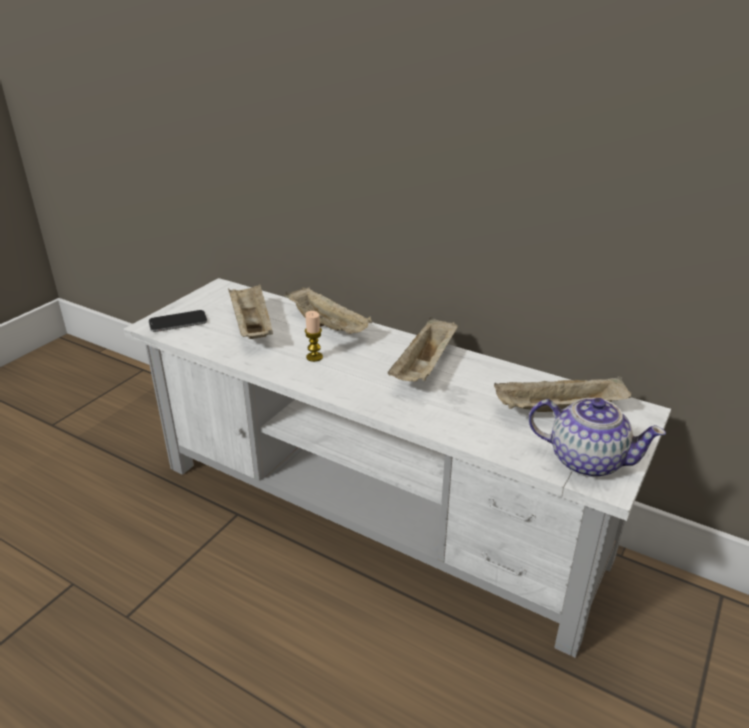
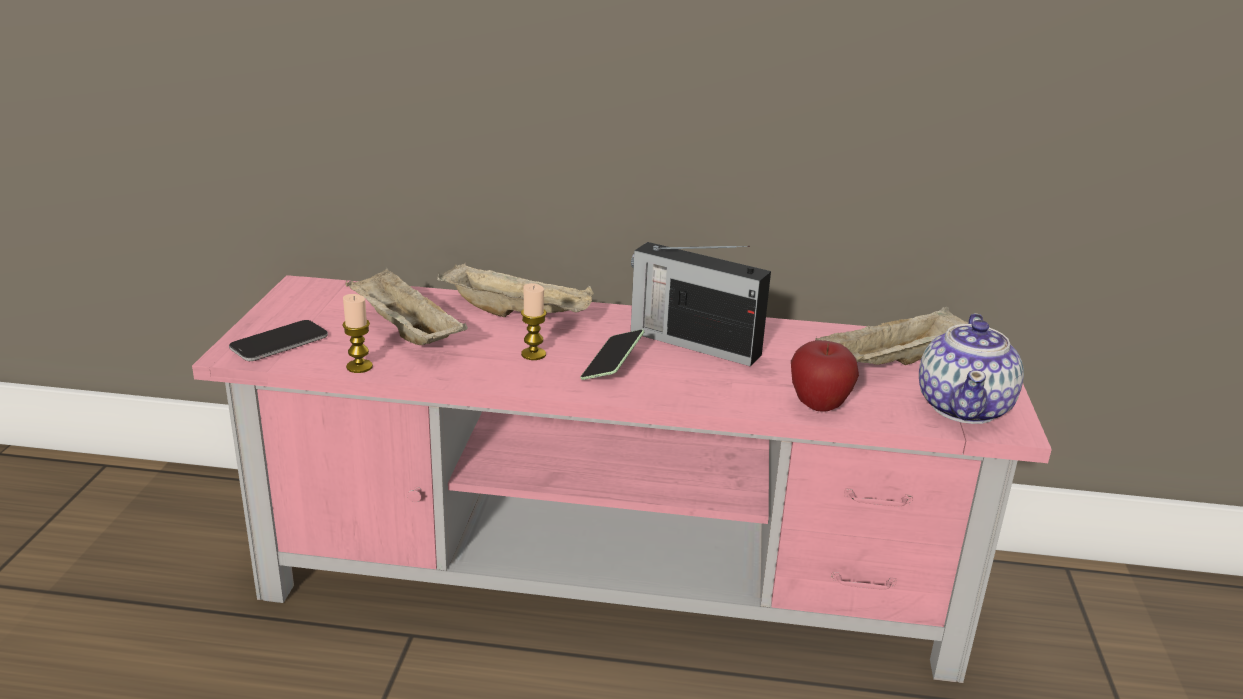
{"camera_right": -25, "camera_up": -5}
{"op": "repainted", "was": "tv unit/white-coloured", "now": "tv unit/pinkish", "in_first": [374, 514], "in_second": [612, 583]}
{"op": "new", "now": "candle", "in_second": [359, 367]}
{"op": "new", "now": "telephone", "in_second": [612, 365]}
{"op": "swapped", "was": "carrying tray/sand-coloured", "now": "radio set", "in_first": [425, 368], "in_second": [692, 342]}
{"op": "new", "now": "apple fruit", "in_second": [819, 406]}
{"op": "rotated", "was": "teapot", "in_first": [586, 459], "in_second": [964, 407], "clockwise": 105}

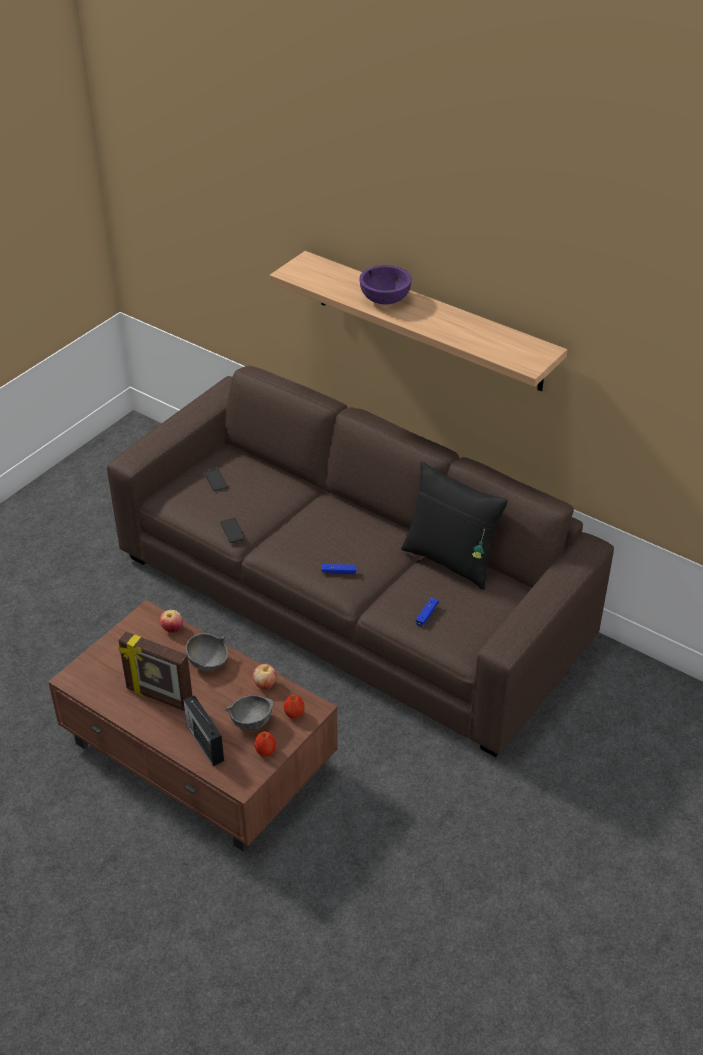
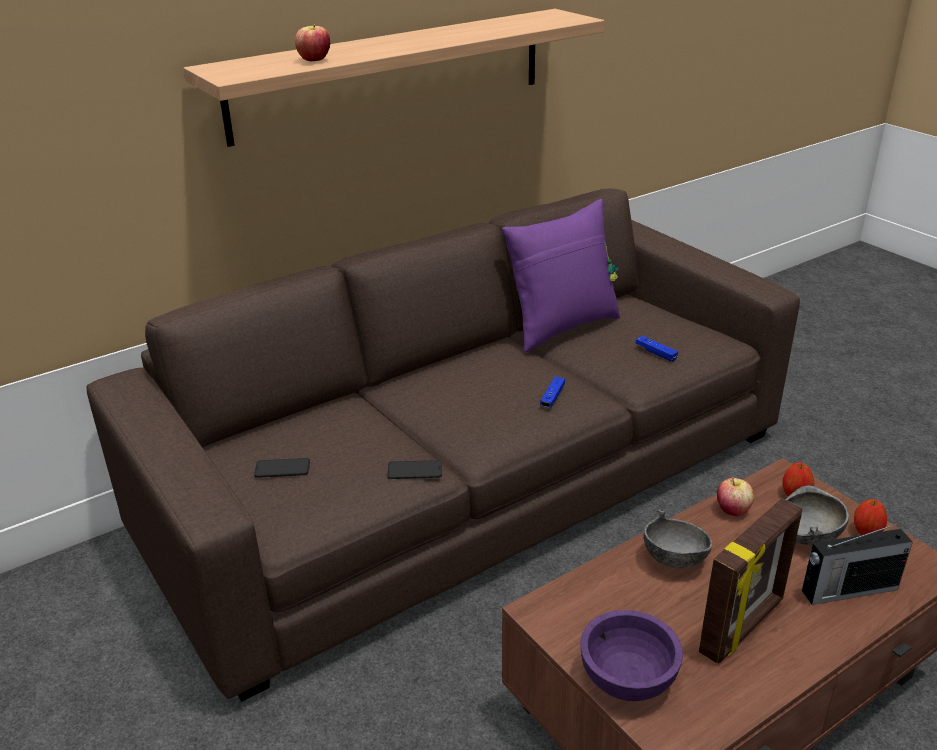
{"camera_right": -70, "camera_up": -10}
{"op": "shifted", "was": "apple fruit", "in_first": [172, 629], "in_second": [314, 60]}
{"op": "repainted", "was": "pillow/black-coloured", "now": "pillow/purple-coloured", "in_first": [449, 561], "in_second": [562, 328]}
{"op": "shifted", "was": "bowl/purple-coloured", "in_first": [385, 299], "in_second": [627, 678]}

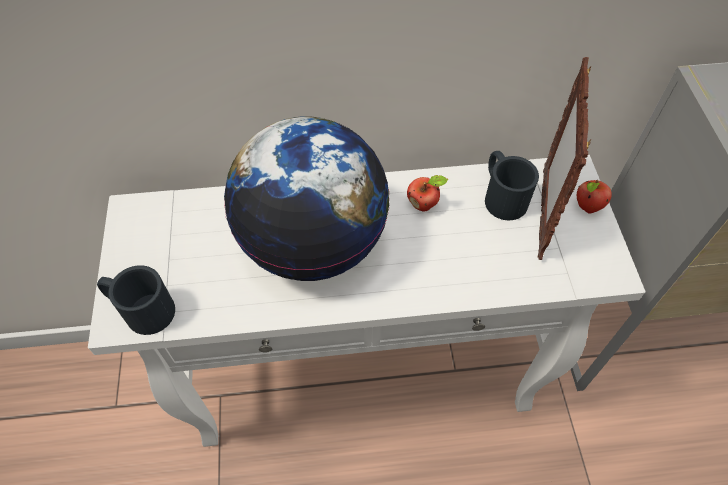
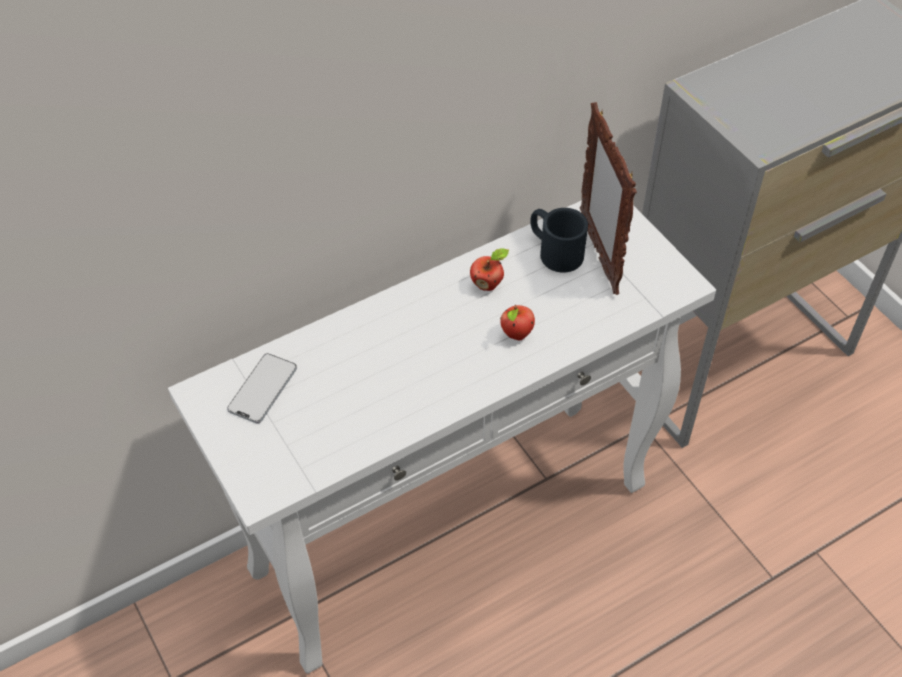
{"camera_right": -25, "camera_up": -5}
{"op": "new", "now": "telephone", "in_second": [262, 389]}
{"op": "shifted", "was": "apple fruit", "in_first": [587, 208], "in_second": [516, 335]}
{"op": "gone", "was": "mug/black-coloured", "in_first": [141, 309]}
{"op": "gone", "was": "world globe", "in_first": [313, 243]}

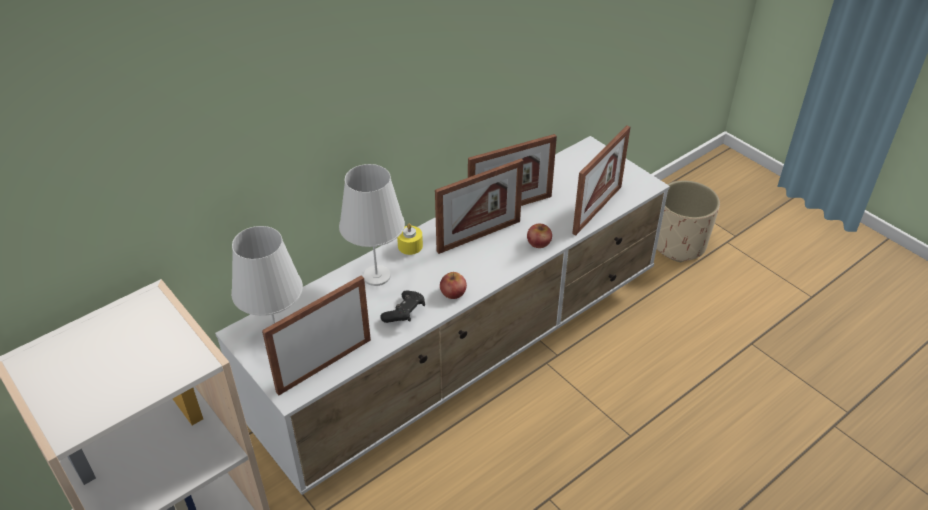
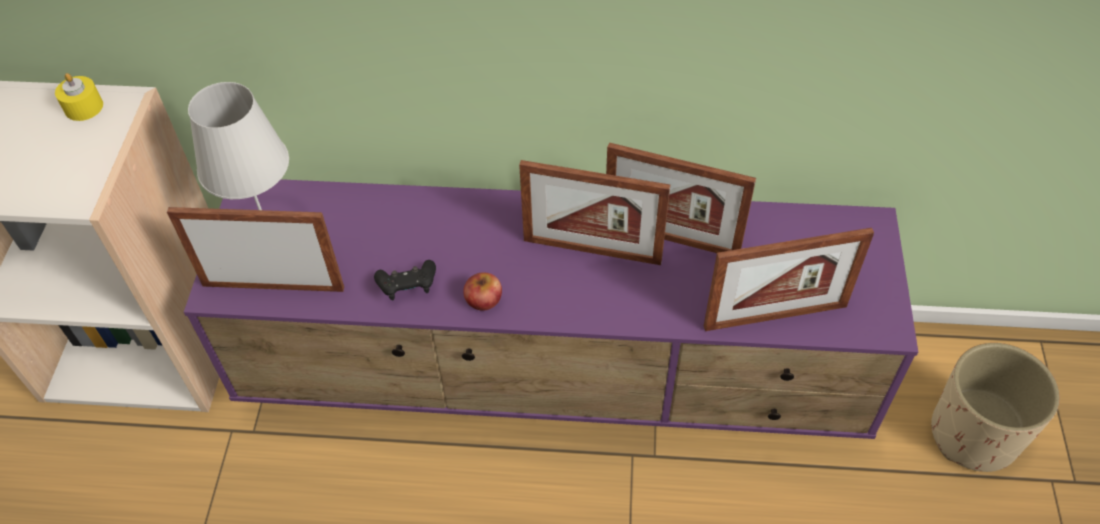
{"camera_right": 45, "camera_up": 10}
{"op": "shifted", "was": "candle/yellow", "in_first": [410, 246], "in_second": [84, 107]}
{"op": "repainted", "was": "tv unit/white-coloured", "now": "tv unit/purple-coloured", "in_first": [465, 356], "in_second": [556, 377]}
{"op": "gone", "was": "tabletop lamp/white-coloured", "in_first": [376, 275]}
{"op": "gone", "was": "apple fruit", "in_first": [539, 242]}

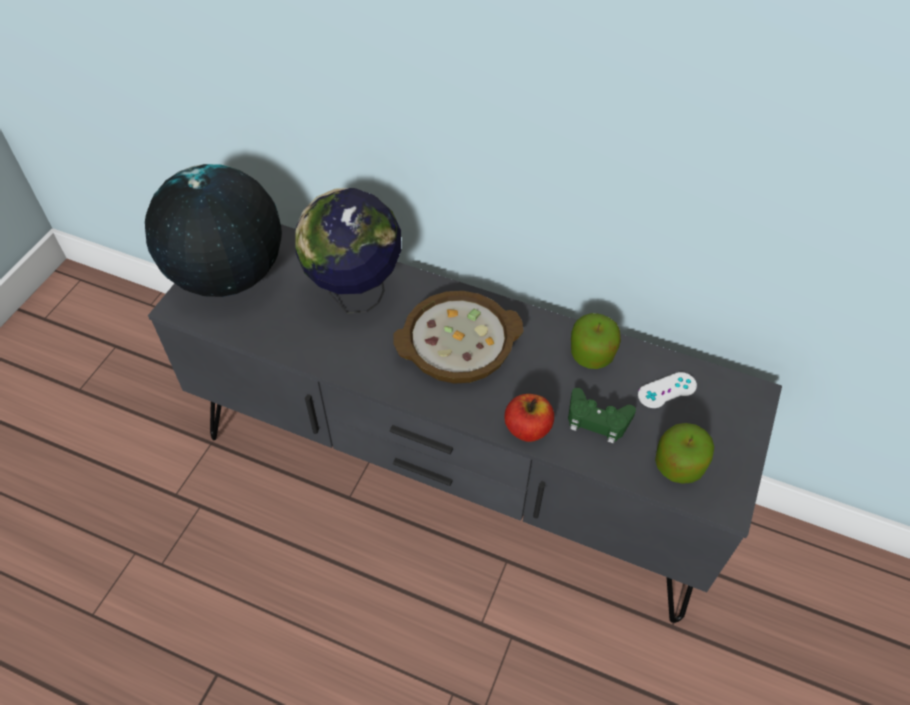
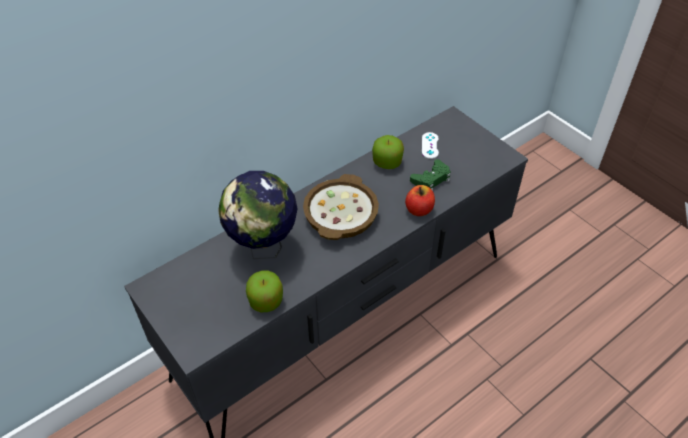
{"camera_right": -60, "camera_up": -5}
{"op": "shifted", "was": "apple fruit", "in_first": [678, 465], "in_second": [266, 301]}
{"op": "gone", "was": "world globe", "in_first": [227, 276]}

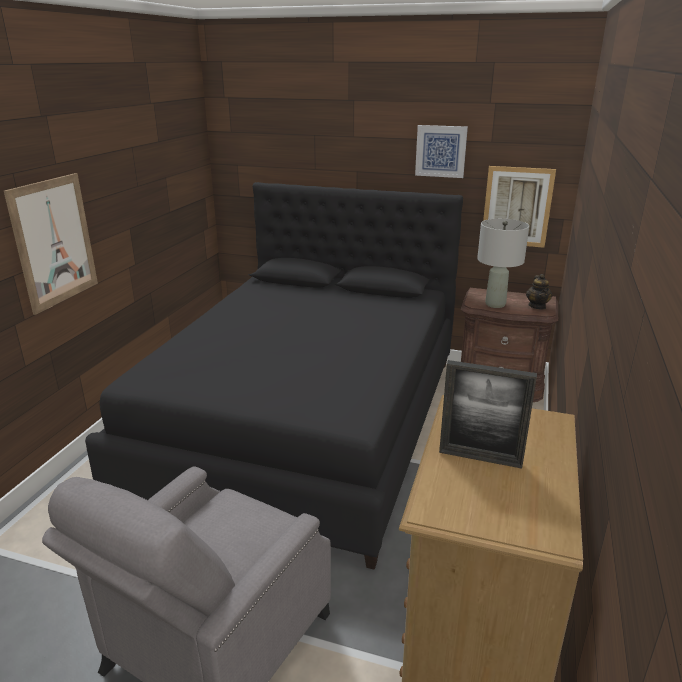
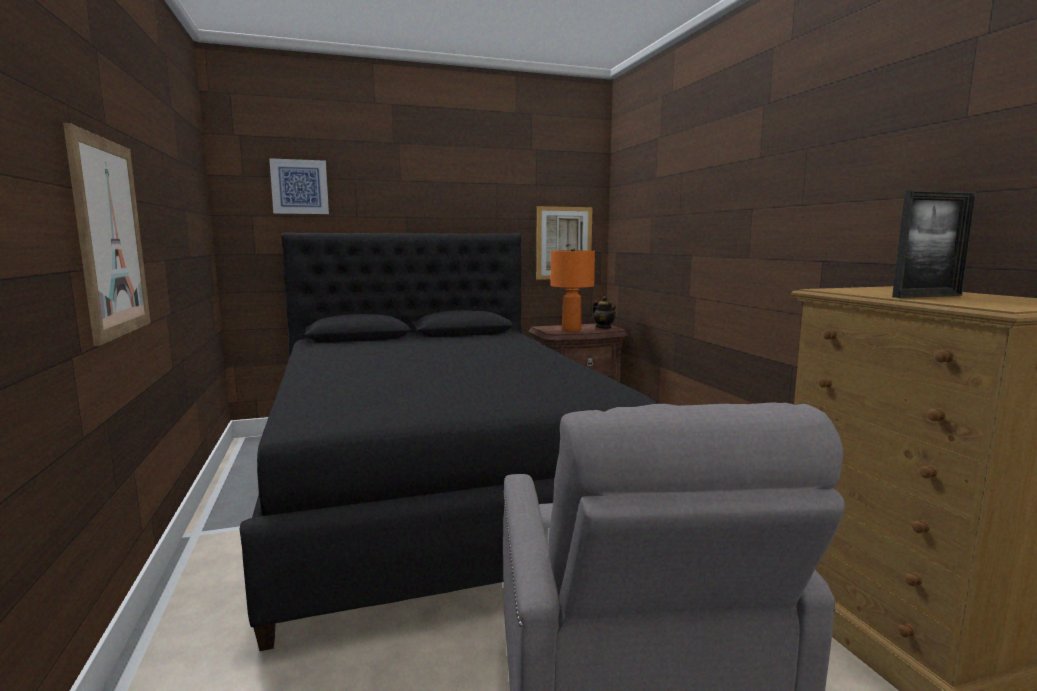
{"camera_right": -35, "camera_up": -15}
{"op": "shifted", "was": "wall picture", "in_first": [441, 151], "in_second": [300, 187]}
{"op": "repainted", "was": "tabletop lamp/grey", "now": "tabletop lamp/orangey", "in_first": [495, 304], "in_second": [571, 330]}

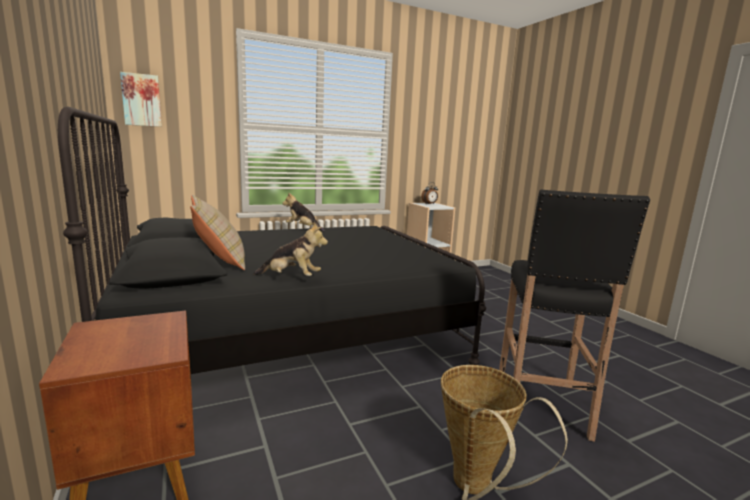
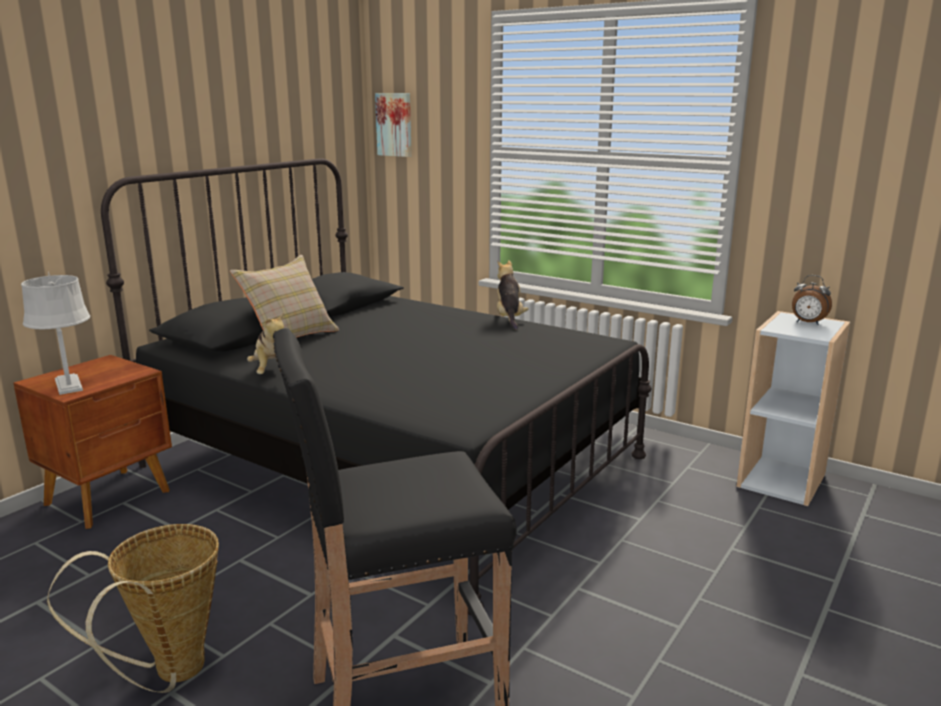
{"camera_right": 60, "camera_up": 5}
{"op": "new", "now": "tabletop lamp/grey", "in_second": [68, 385]}

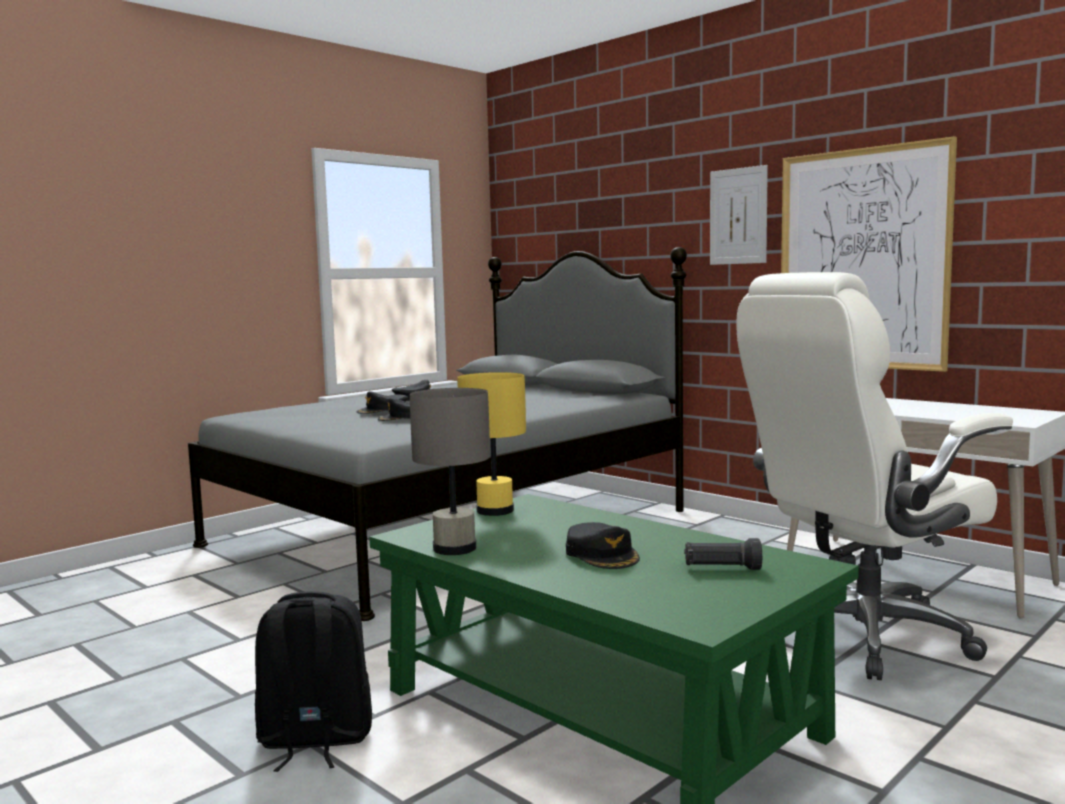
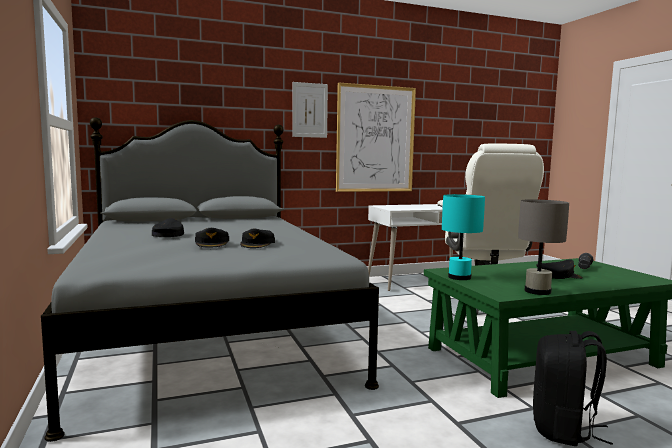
{"camera_right": -65, "camera_up": 0}
{"op": "repainted", "was": "tabletop lamp/yellow", "now": "tabletop lamp/blue-green", "in_first": [494, 511], "in_second": [460, 277]}

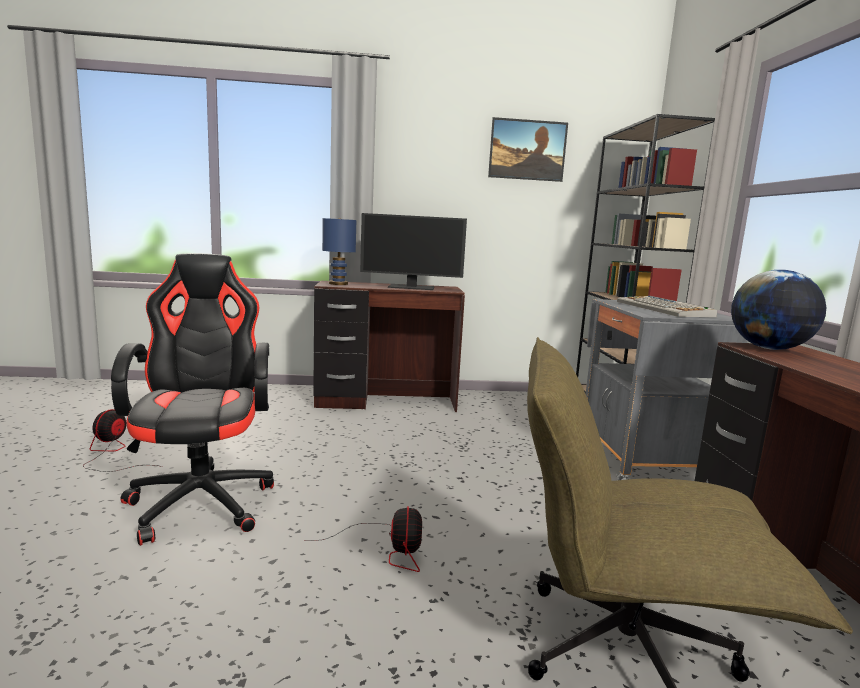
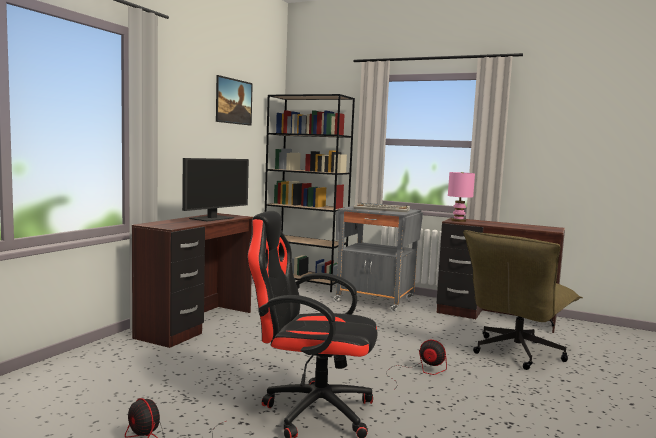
{"camera_right": -60, "camera_up": -5}
{"op": "swapped", "was": "world globe", "now": "tabletop lamp/pinkish", "in_first": [769, 348], "in_second": [459, 220]}
{"op": "gone", "was": "tabletop lamp/blue", "in_first": [337, 284]}

